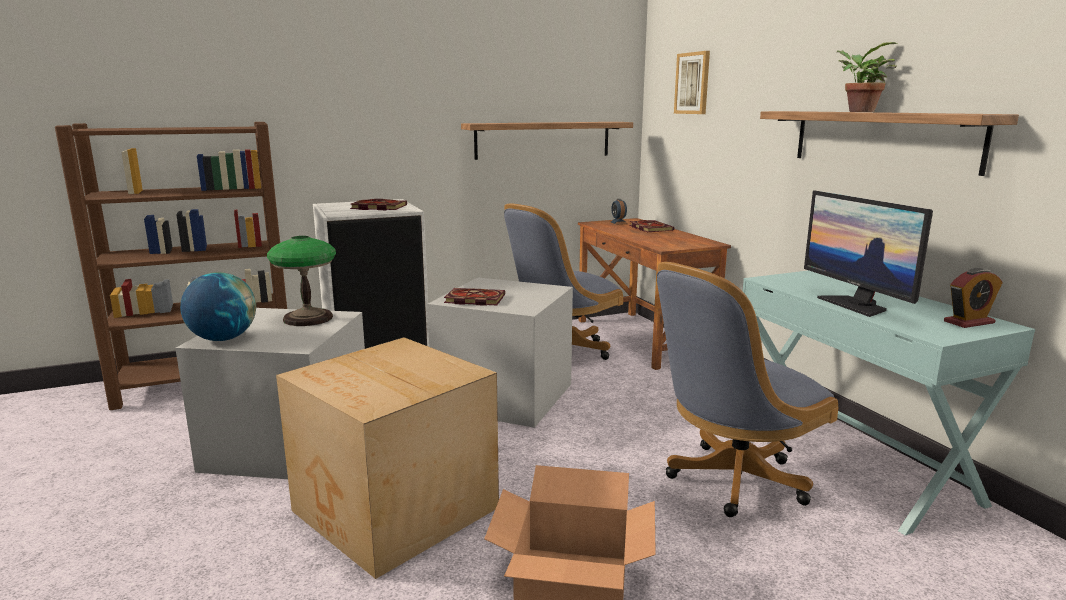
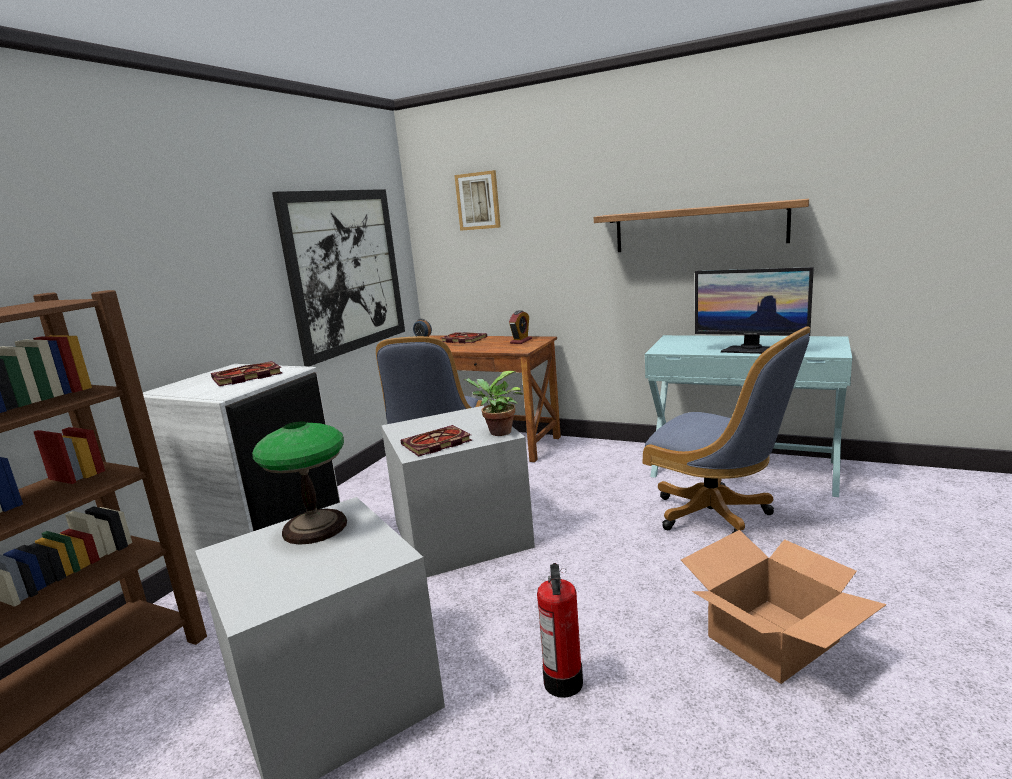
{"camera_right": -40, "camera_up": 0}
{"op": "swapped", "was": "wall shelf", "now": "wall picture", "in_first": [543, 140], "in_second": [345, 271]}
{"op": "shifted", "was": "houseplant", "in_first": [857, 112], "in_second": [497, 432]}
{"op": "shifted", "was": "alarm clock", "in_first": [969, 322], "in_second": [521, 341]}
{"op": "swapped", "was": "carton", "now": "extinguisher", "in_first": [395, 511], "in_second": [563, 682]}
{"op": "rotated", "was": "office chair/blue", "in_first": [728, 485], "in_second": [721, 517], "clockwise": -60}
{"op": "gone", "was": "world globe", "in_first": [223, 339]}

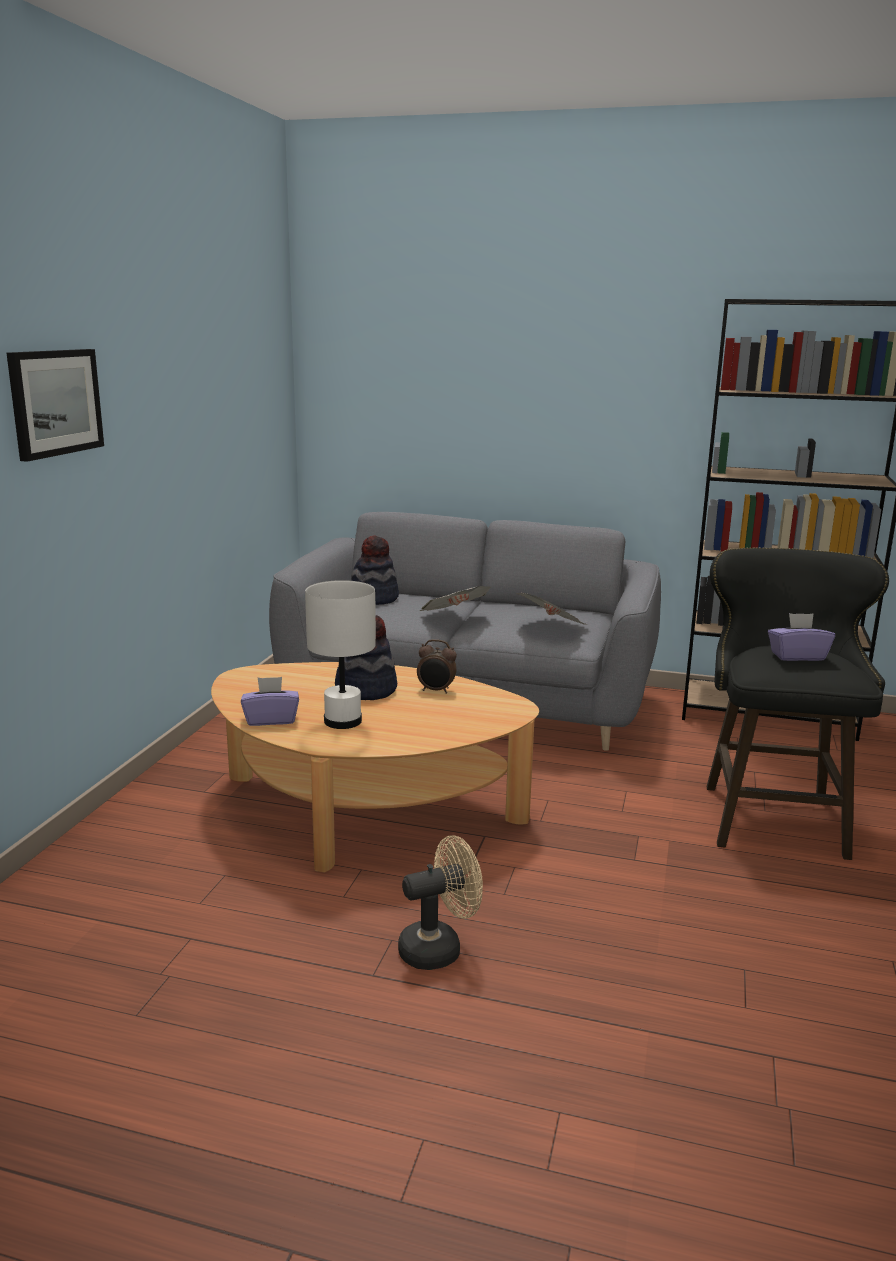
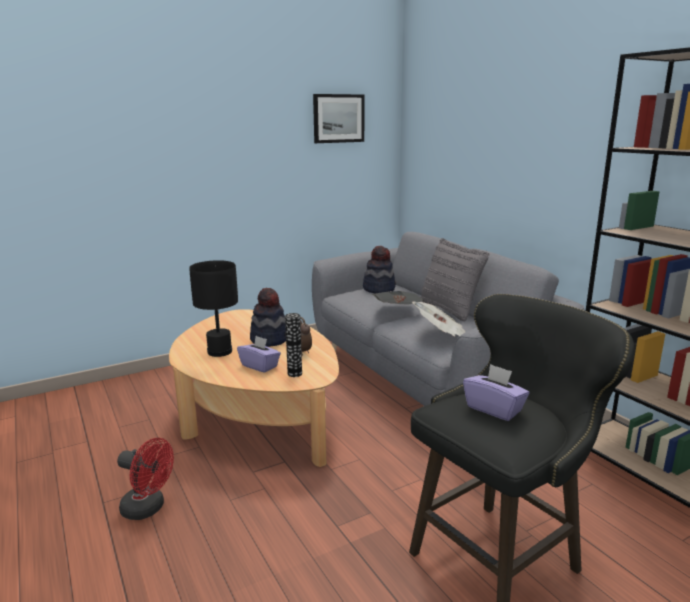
{"camera_right": 45, "camera_up": 0}
{"op": "repainted", "was": "cooling fan/sand-coloured", "now": "cooling fan/reddish", "in_first": [439, 948], "in_second": [148, 508]}
{"op": "repainted", "was": "tabletop lamp/white-coloured", "now": "tabletop lamp/black-coloured", "in_first": [343, 721], "in_second": [220, 351]}
{"op": "shifted", "was": "tissue box/purple-coloured", "in_first": [271, 719], "in_second": [260, 366]}
{"op": "new", "now": "decorative vase", "in_second": [294, 373]}
{"op": "shifted", "was": "wall picture", "in_first": [55, 402], "in_second": [338, 118]}
{"op": "new", "now": "pillow/grey", "in_second": [450, 310]}

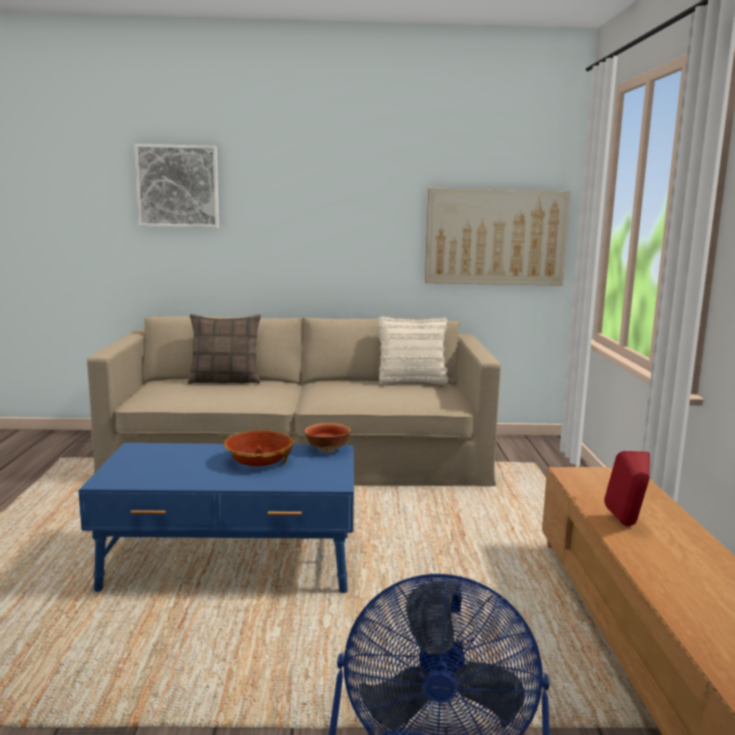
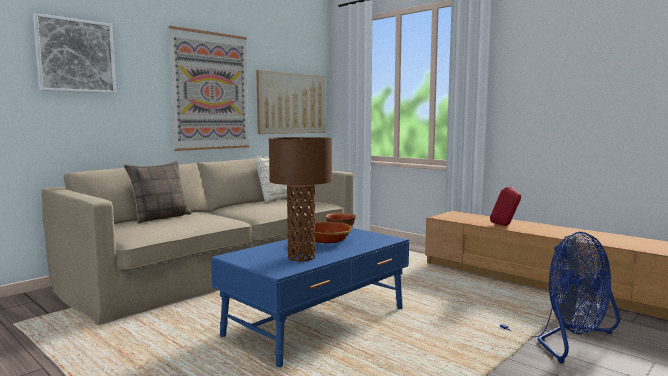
{"camera_right": -45, "camera_up": -5}
{"op": "new", "now": "wall picture", "in_second": [211, 91]}
{"op": "new", "now": "tabletop lamp/brown-coloured", "in_second": [301, 257]}

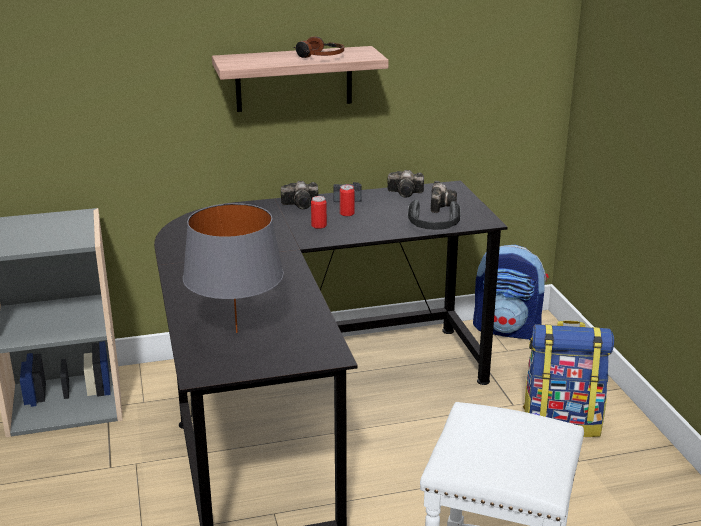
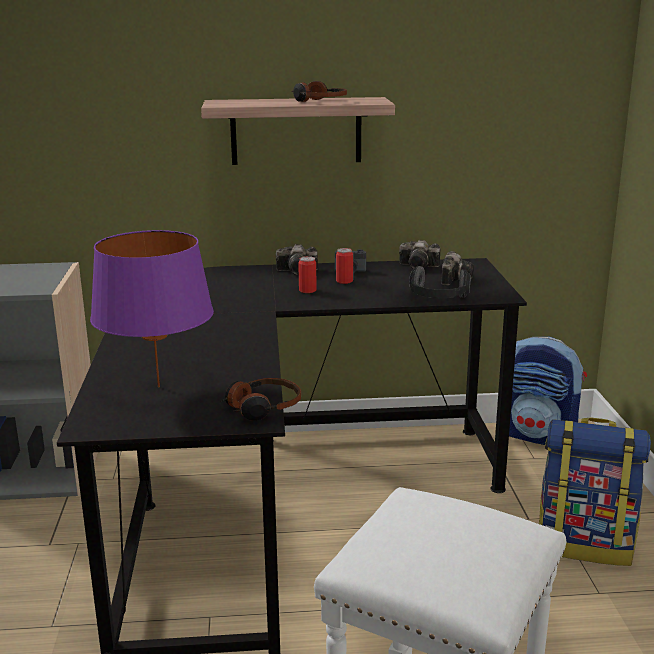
{"camera_right": 10, "camera_up": -5}
{"op": "repainted", "was": "tabletop lamp/grey", "now": "tabletop lamp/purple-coloured", "in_first": [236, 332], "in_second": [158, 387]}
{"op": "new", "now": "headset", "in_second": [262, 407]}

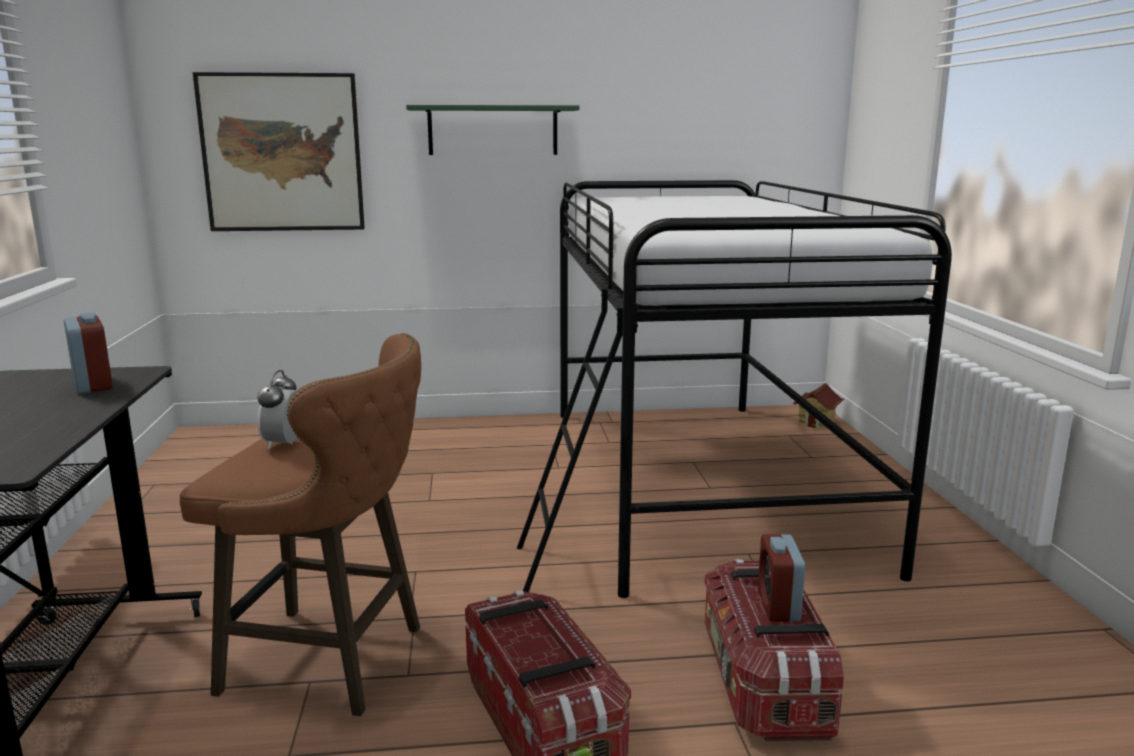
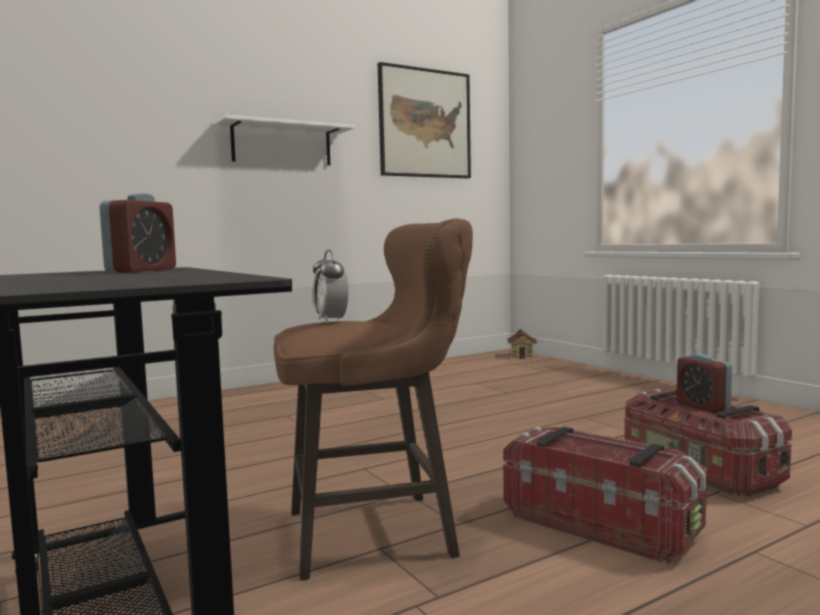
{"camera_right": -25, "camera_up": -10}
{"op": "rotated", "was": "alarm clock", "in_first": [92, 384], "in_second": [141, 270], "clockwise": 75}
{"op": "repainted", "was": "wall shelf/green-coloured", "now": "wall shelf/white-coloured", "in_first": [493, 130], "in_second": [282, 144]}
{"op": "shifted", "was": "wall picture", "in_first": [282, 153], "in_second": [425, 123]}
{"op": "gone", "was": "bed/black-coloured", "in_first": [693, 483]}

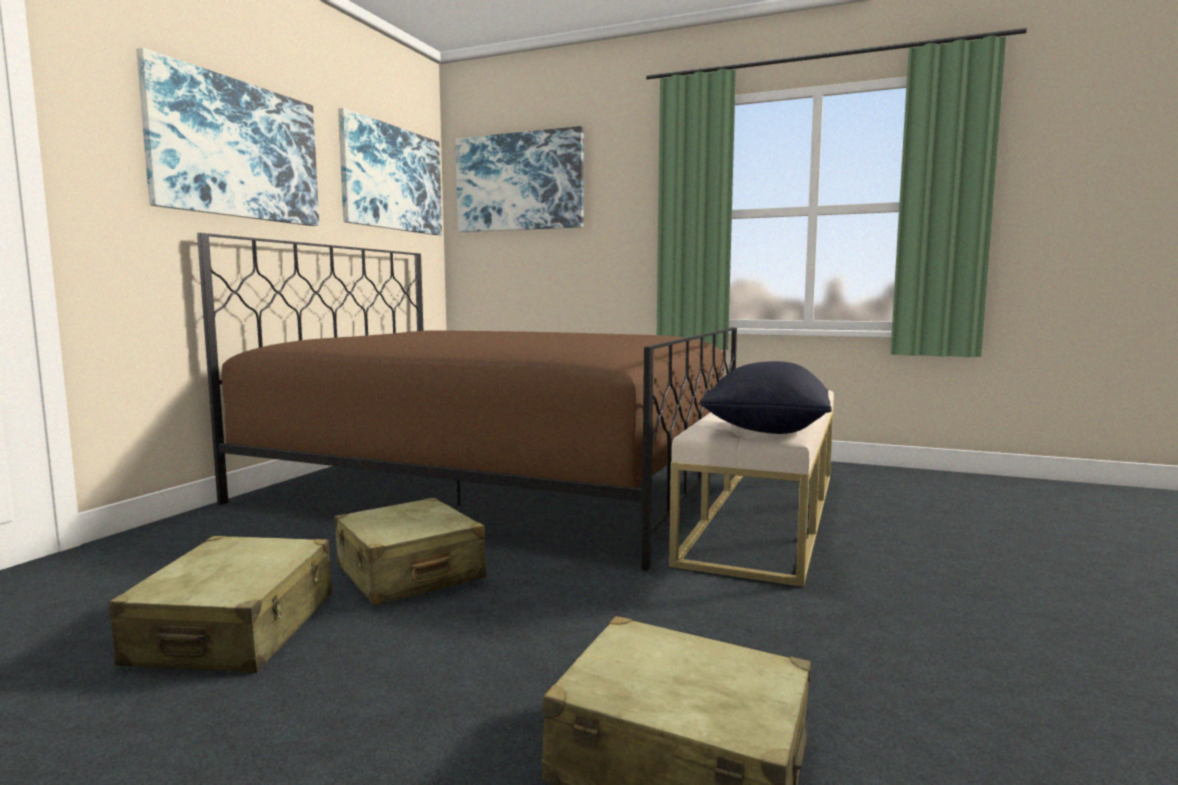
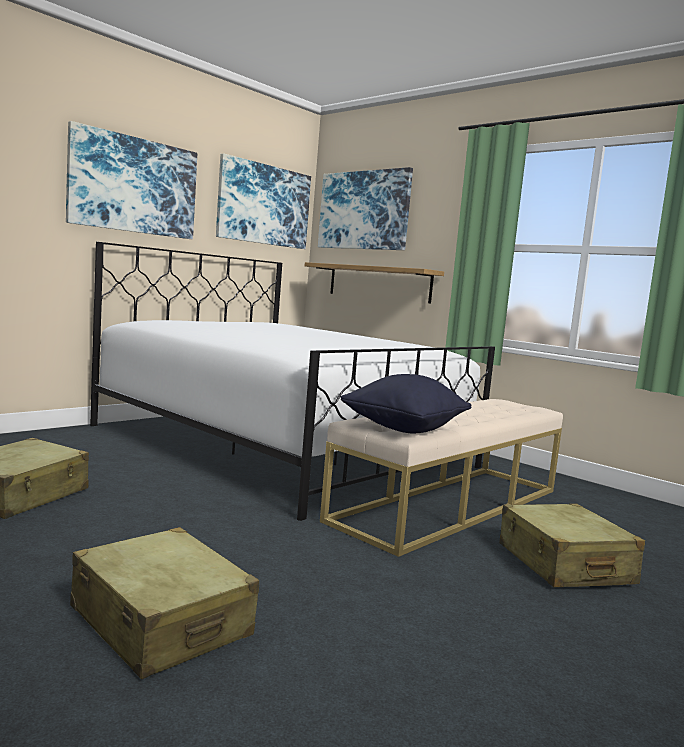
{"camera_right": 20, "camera_up": 0}
{"op": "repainted", "was": "bed/brown-coloured", "now": "bed/white-coloured", "in_first": [499, 484], "in_second": [279, 445]}
{"op": "new", "now": "wall shelf", "in_second": [379, 283]}
{"op": "shifted", "was": "piece of luggage/sand-coloured", "in_first": [409, 573], "in_second": [564, 564]}

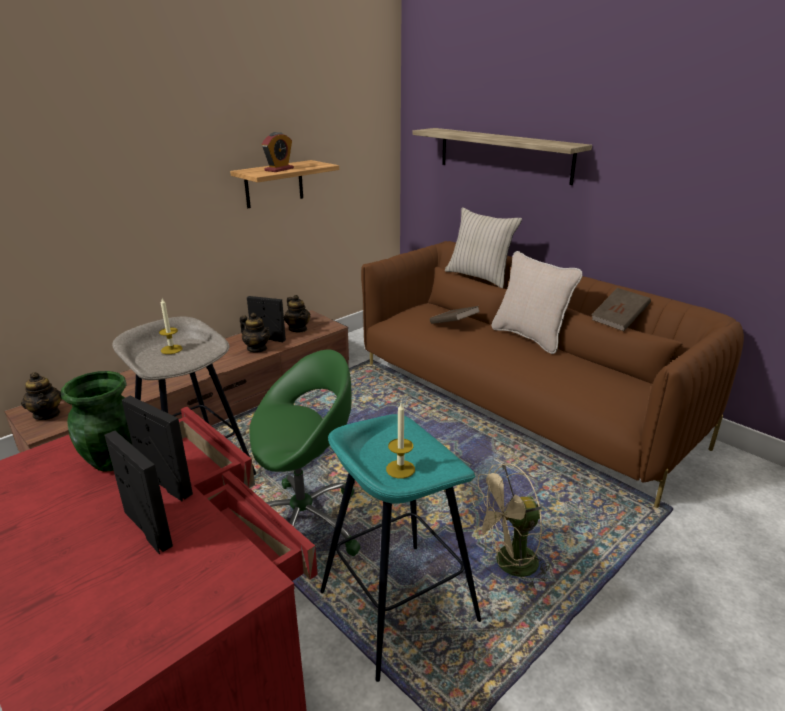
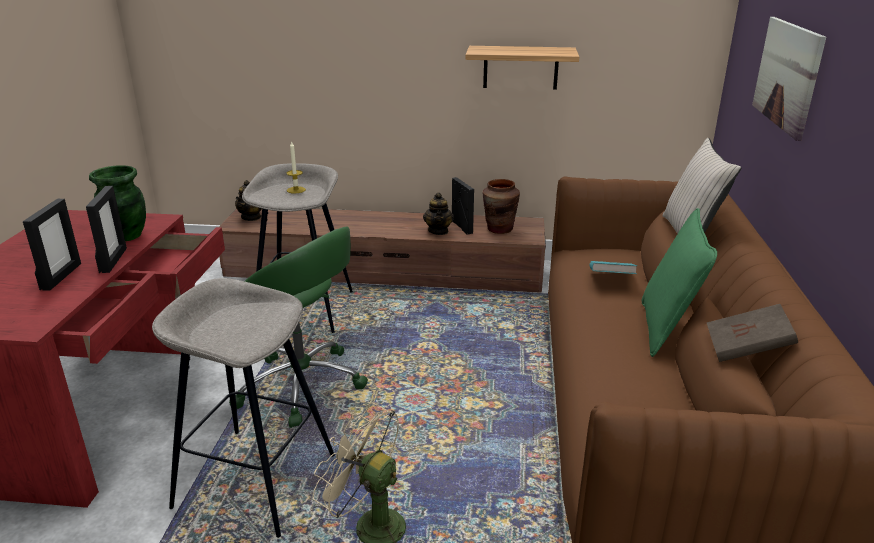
{"camera_right": 50, "camera_up": 0}
{"op": "repainted", "was": "sitting stool/blue-green", "now": "sitting stool/grey", "in_first": [397, 606], "in_second": [255, 480]}
{"op": "swapped", "was": "teapot", "now": "decorative vase/brown-coloured", "in_first": [298, 329], "in_second": [499, 229]}
{"op": "repainted", "was": "bound book/brown-coloured", "now": "bound book/blue-green", "in_first": [453, 325], "in_second": [610, 280]}
{"op": "repainted", "was": "pillow/sand-coloured", "now": "pillow/green-coloured", "in_first": [529, 337], "in_second": [666, 329]}
{"op": "swapped", "was": "wall shelf", "now": "wall picture", "in_first": [503, 154], "in_second": [787, 75]}
{"op": "gone", "was": "alarm clock", "in_first": [279, 169]}
{"op": "gone", "was": "candle", "in_first": [400, 469]}

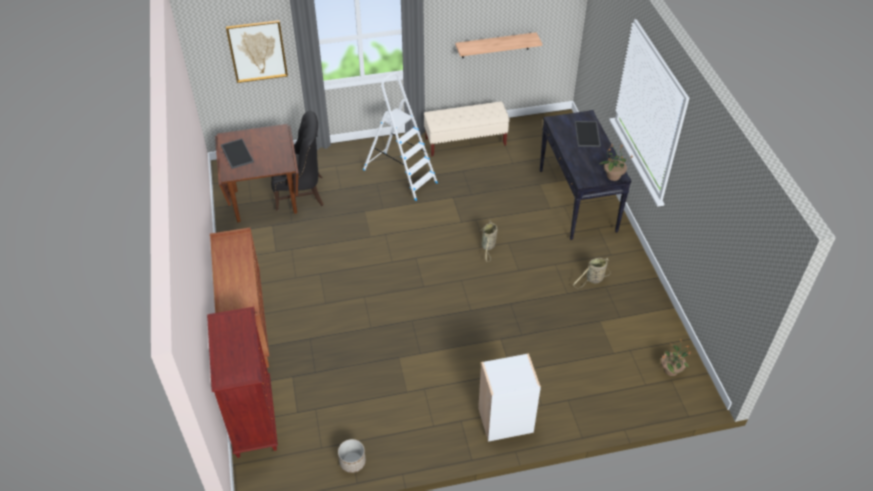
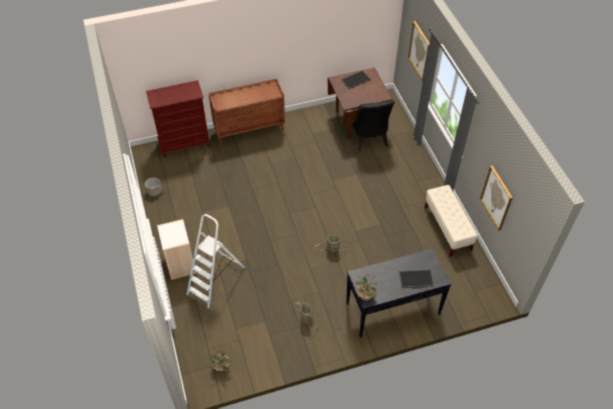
{"camera_right": 85, "camera_up": 5}
{"op": "shifted", "was": "stepladder/white-coloured", "in_first": [400, 176], "in_second": [216, 281]}
{"op": "swapped", "was": "wall shelf", "now": "wall picture", "in_first": [495, 45], "in_second": [496, 198]}

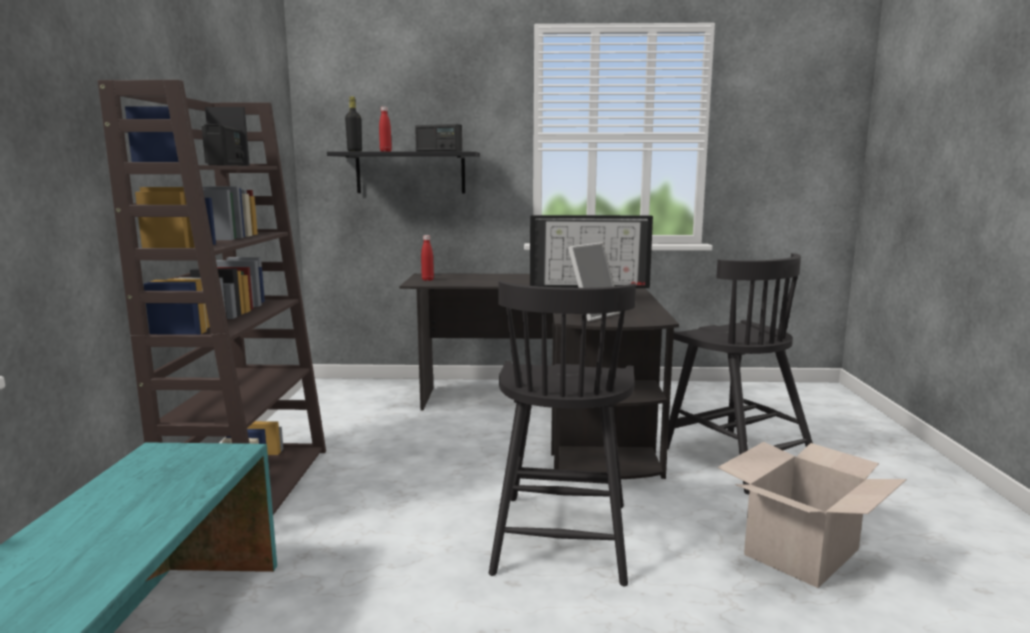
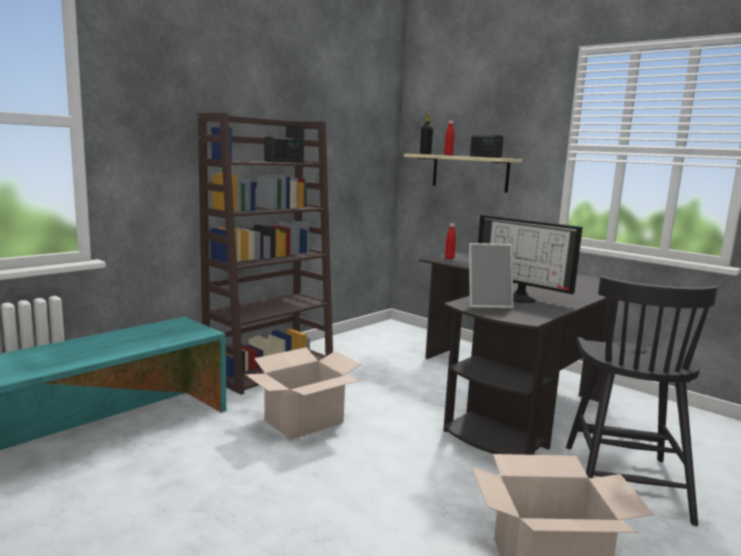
{"camera_right": 40, "camera_up": 0}
{"op": "new", "now": "carton", "in_second": [304, 421]}
{"op": "repainted", "was": "wall shelf/black-coloured", "now": "wall shelf/sand-coloured", "in_first": [410, 173], "in_second": [469, 173]}
{"op": "gone", "was": "chair/black-coloured", "in_first": [562, 534]}

